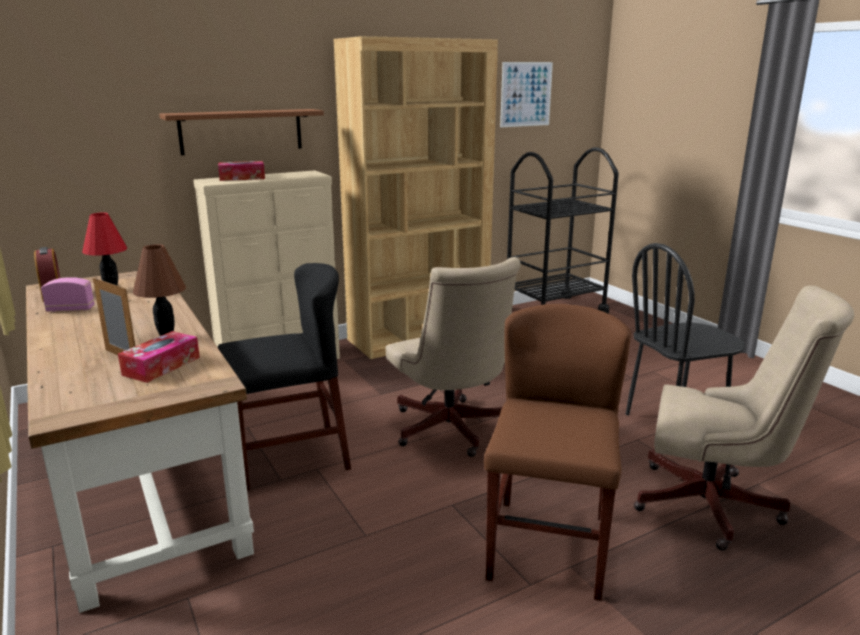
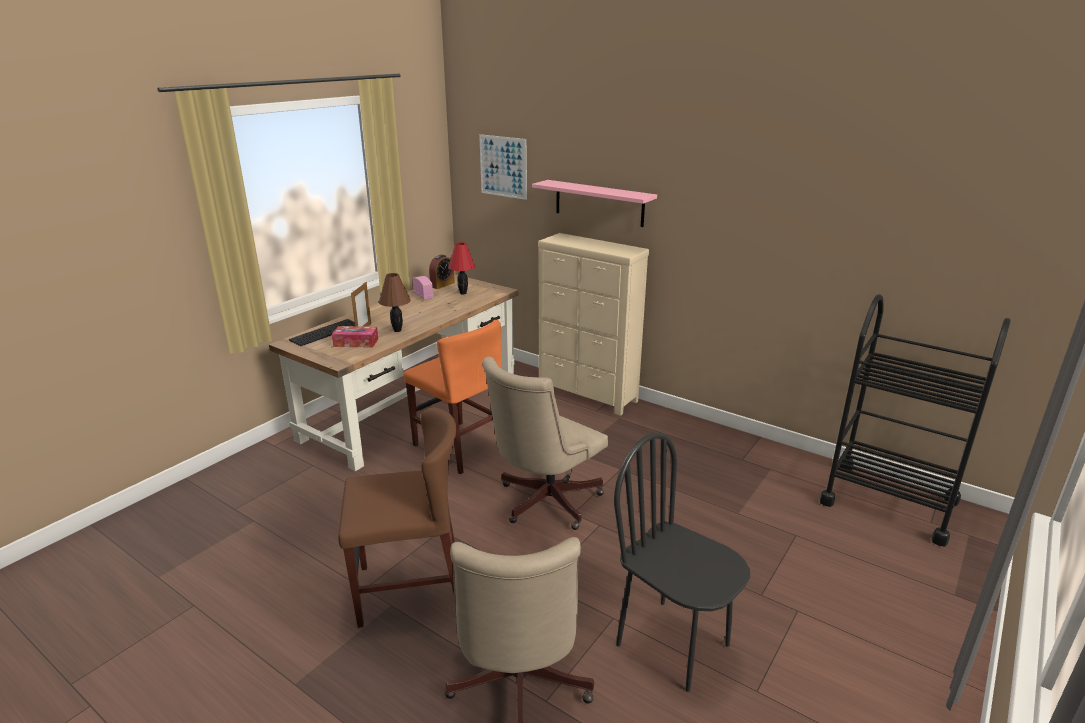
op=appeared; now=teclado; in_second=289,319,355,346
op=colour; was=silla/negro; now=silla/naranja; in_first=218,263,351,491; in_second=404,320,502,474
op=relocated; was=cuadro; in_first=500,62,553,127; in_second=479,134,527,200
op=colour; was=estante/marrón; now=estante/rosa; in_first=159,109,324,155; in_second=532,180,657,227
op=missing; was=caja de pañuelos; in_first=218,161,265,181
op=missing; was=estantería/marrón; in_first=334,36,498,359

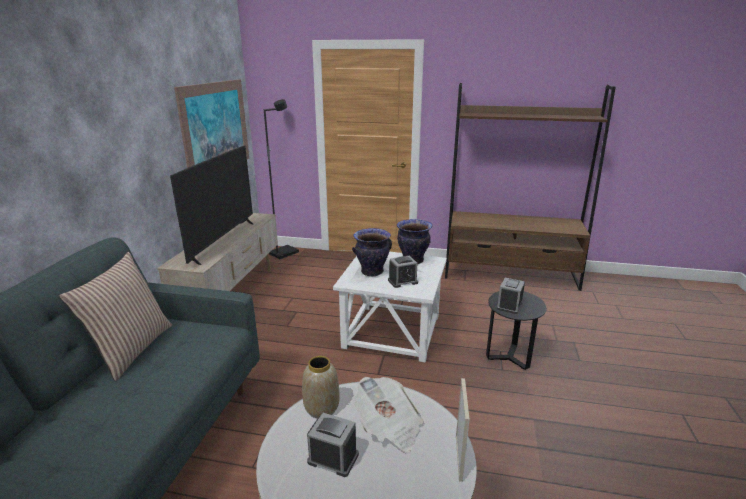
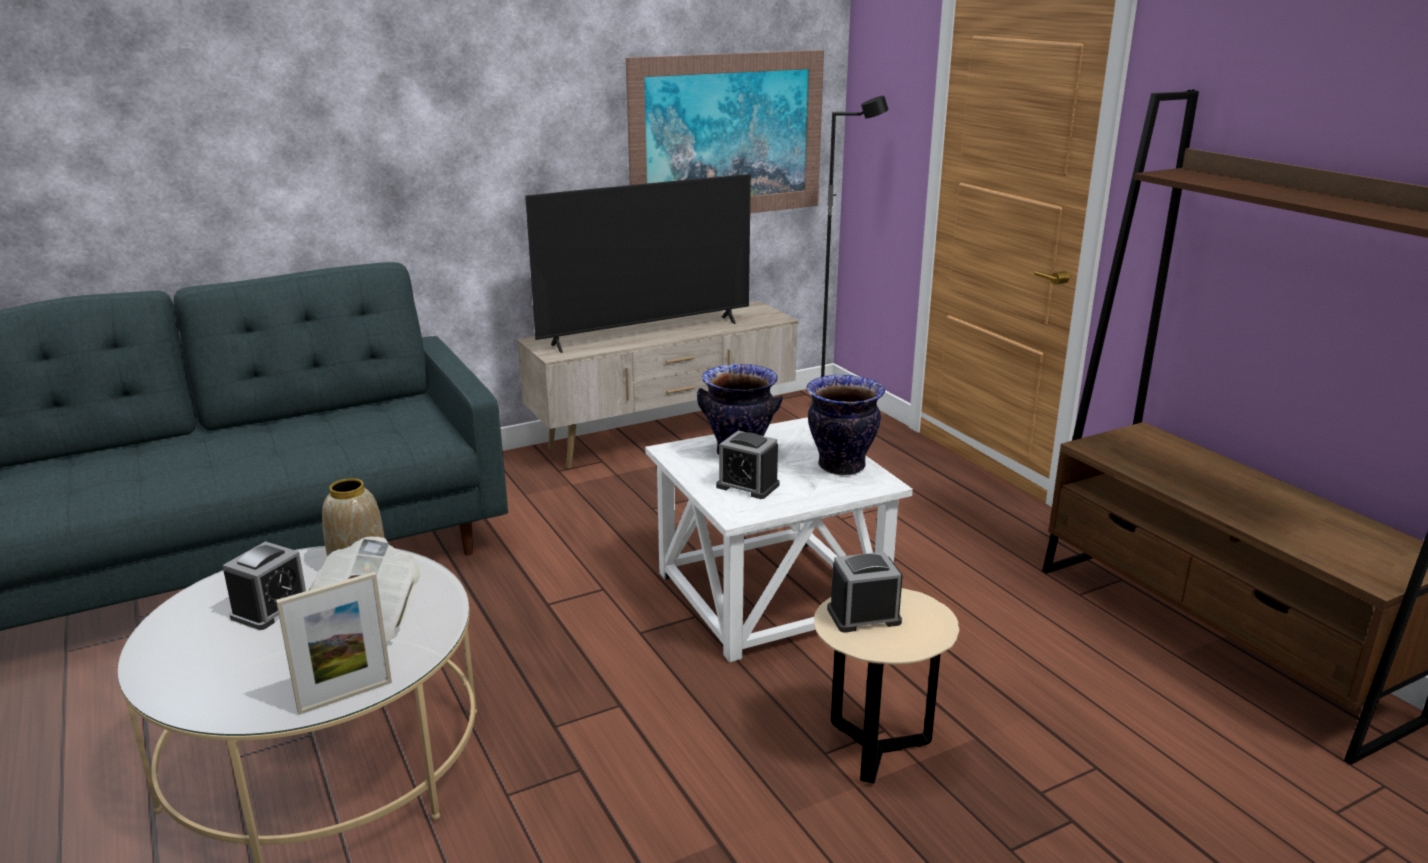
op=spun; was=despertador; in_first=307,413,359,477; in_second=223,541,306,630; clockwise=45
op=colour; was=mesa auxiliar/negro; now=mesa auxiliar/beis; in_first=486,291,547,370; in_second=814,588,959,784
op=missing; was=cojín; in_first=59,252,172,381

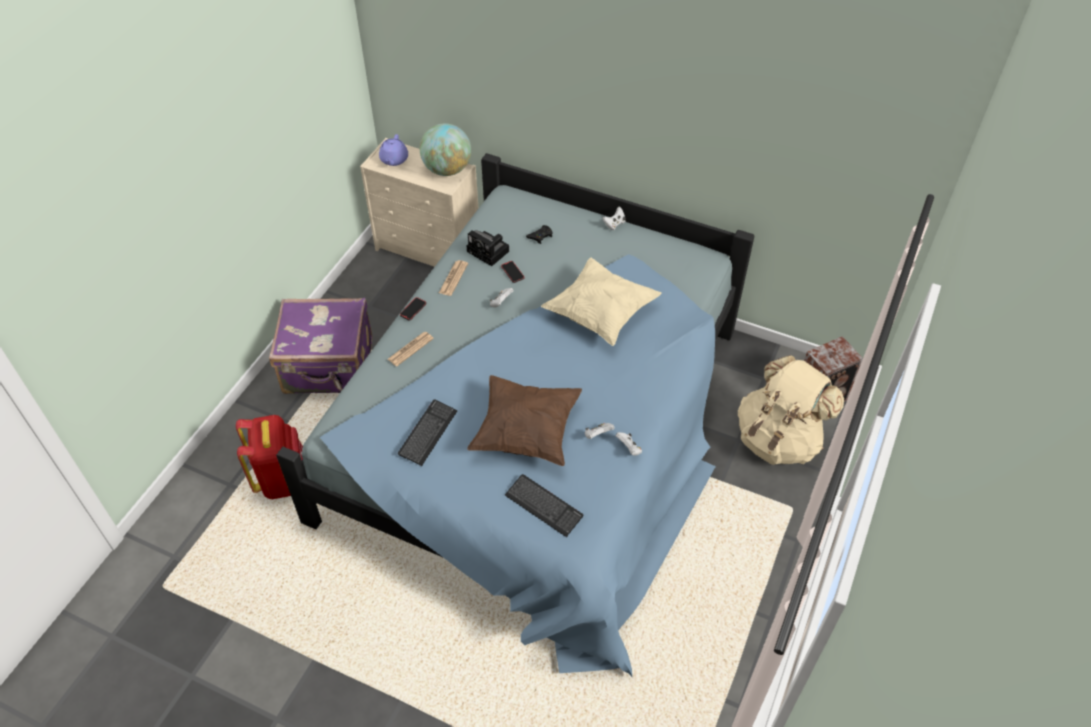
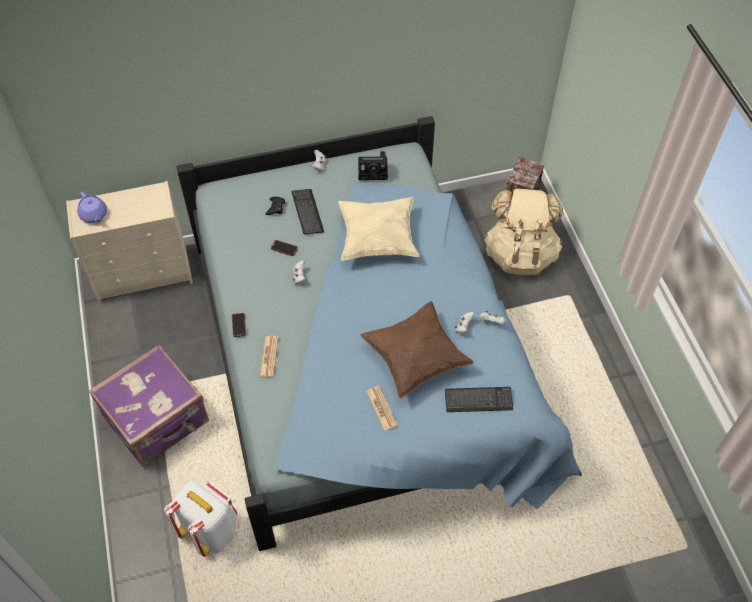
op=colour; was=mochila/rojo; now=mochila/blanco; in_first=236,415,303,499; in_second=164,482,237,557
op=relocated; was=teclado; in_first=398,400,457,466; in_second=292,189,324,235
op=relocated; was=cámara; in_first=467,230,509,266; in_second=358,151,388,180
op=relocated; was=periódico; in_first=439,260,468,296; in_second=366,386,398,431
op=missing; was=globo terráqueo; in_first=420,123,471,176

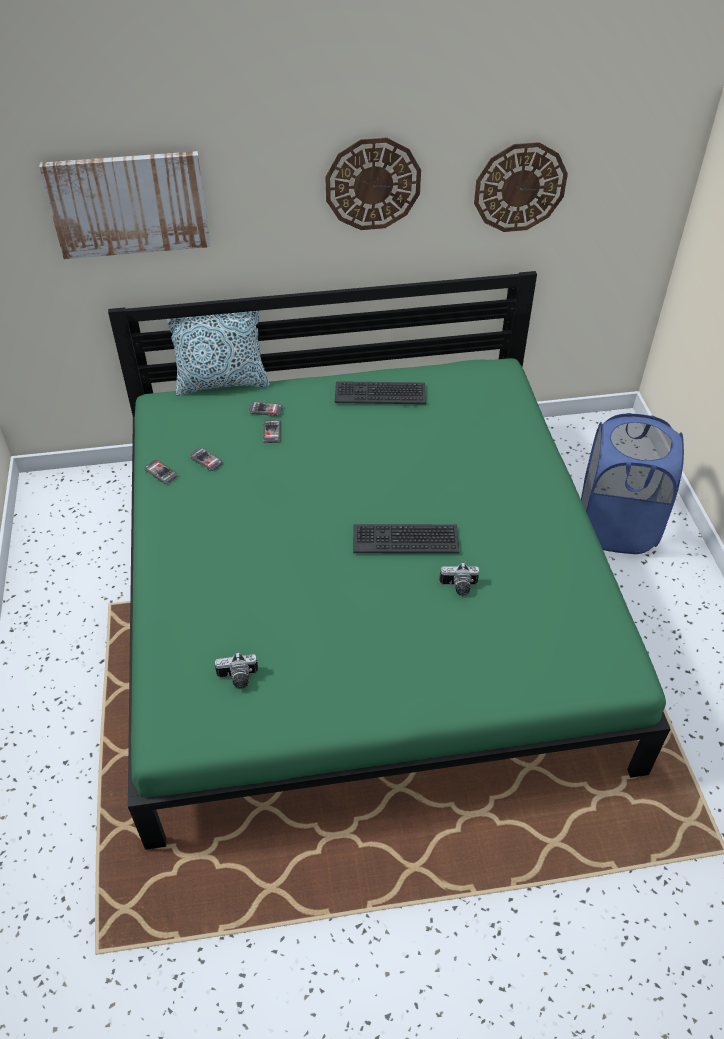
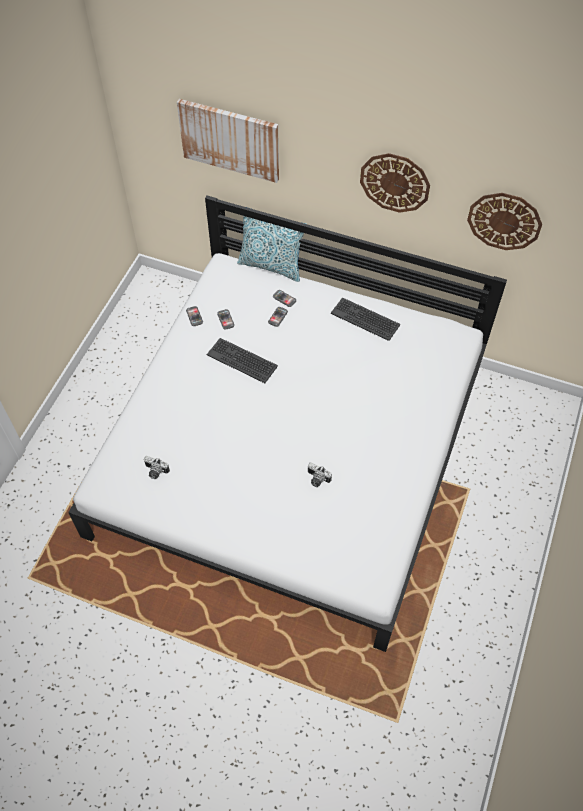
op=colour; was=cama/verde; now=cama/blanco; in_first=108,271,670,850; in_second=68,196,507,652
op=relocated; was=teclado; in_first=353,524,460,553; in_second=207,338,278,383
op=missing; was=cesto de la ropa/azul; in_first=581,413,684,554

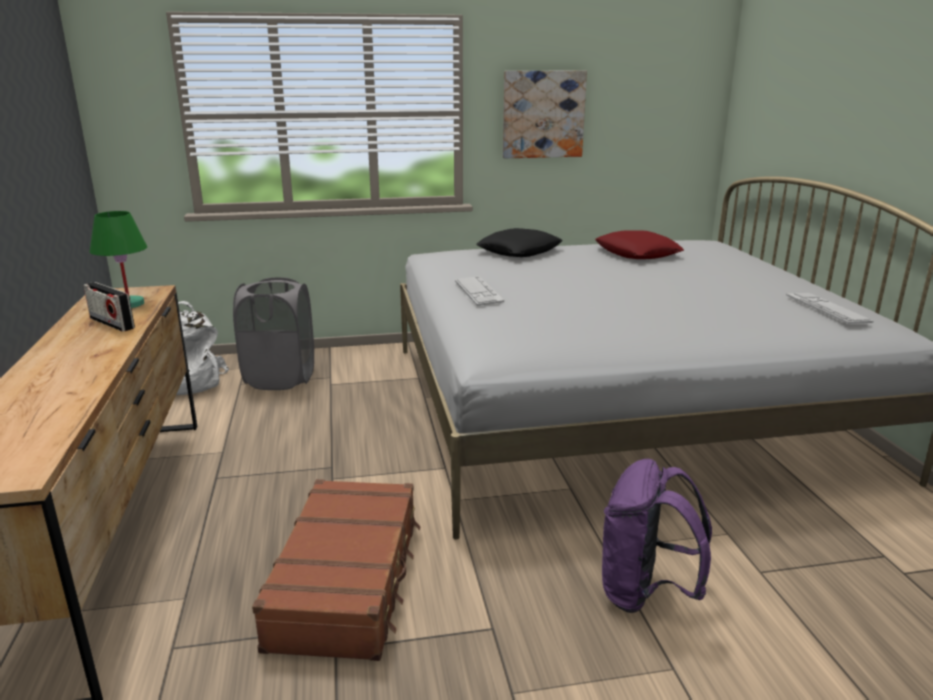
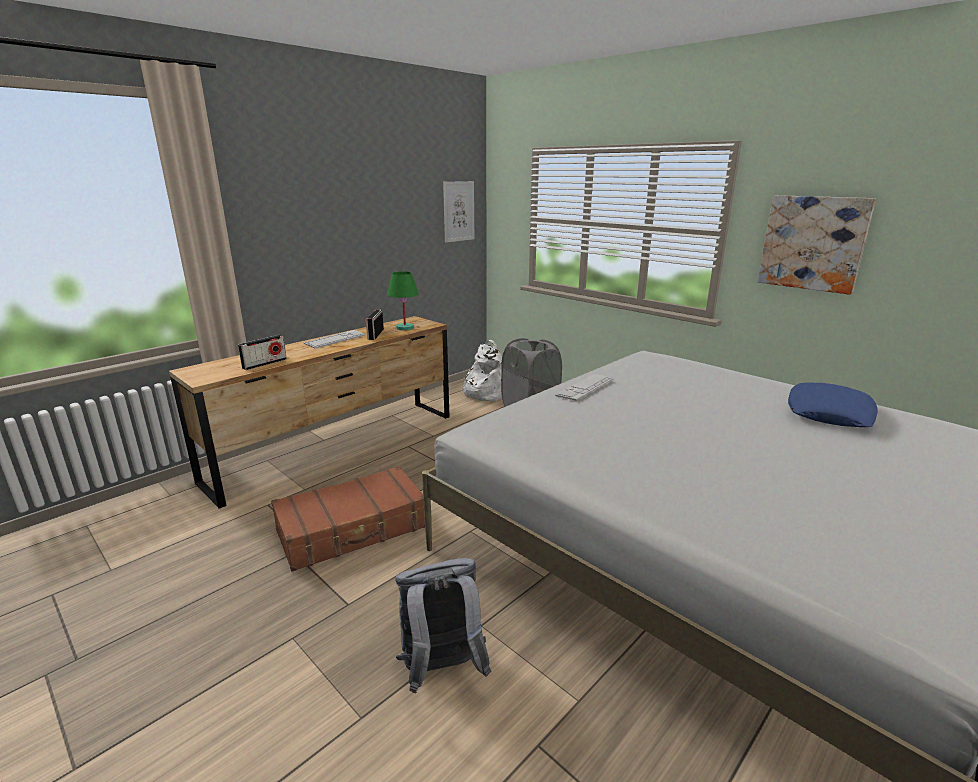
op=appeared; now=radio; in_second=238,335,287,370
op=relocated; was=teclado; in_first=786,293,874,324; in_second=303,330,365,349
op=colour; was=mochila/morado; now=mochila/gris; in_first=602,459,712,613; in_second=395,558,492,693
op=appeared; now=cuadro; in_second=443,181,474,243
op=colour; was=cojín/rojo; now=cojín/azul; in_first=595,231,684,259; in_second=788,382,878,427
op=missing; was=cojín/negro; in_first=476,228,562,257

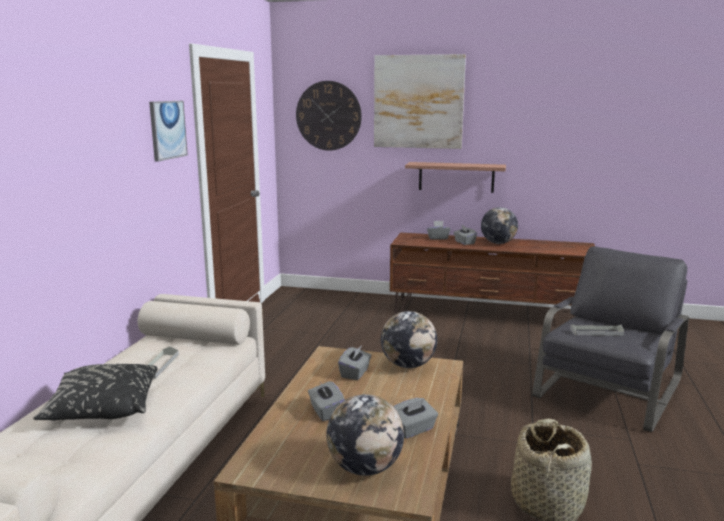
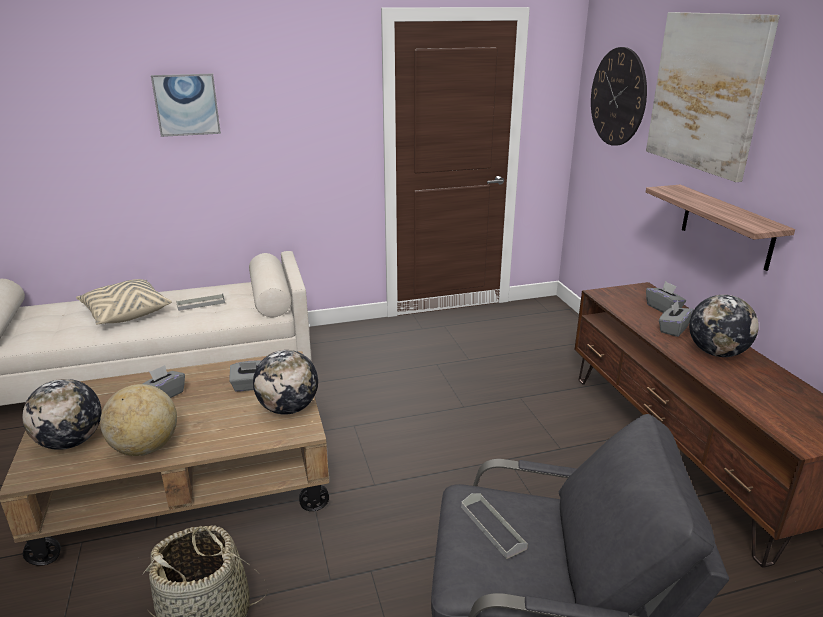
op=colour; was=cojín/negro; now=cojín/beis; in_first=33,364,158,421; in_second=76,279,172,324
op=exchanged; was=caja de pañuelos/gris; now=globo terráqueo; in_first=393,398,438,439; in_second=100,384,177,456
op=relocated; was=cuadro; in_first=149,101,188,162; in_second=151,73,221,137

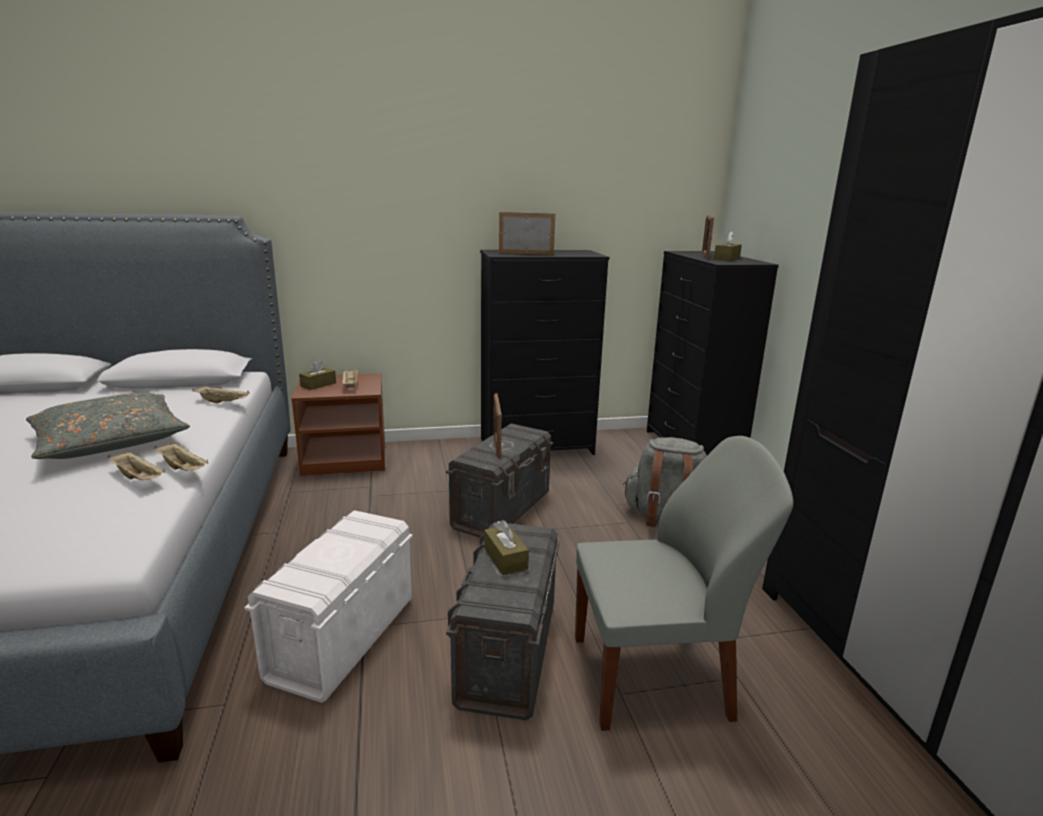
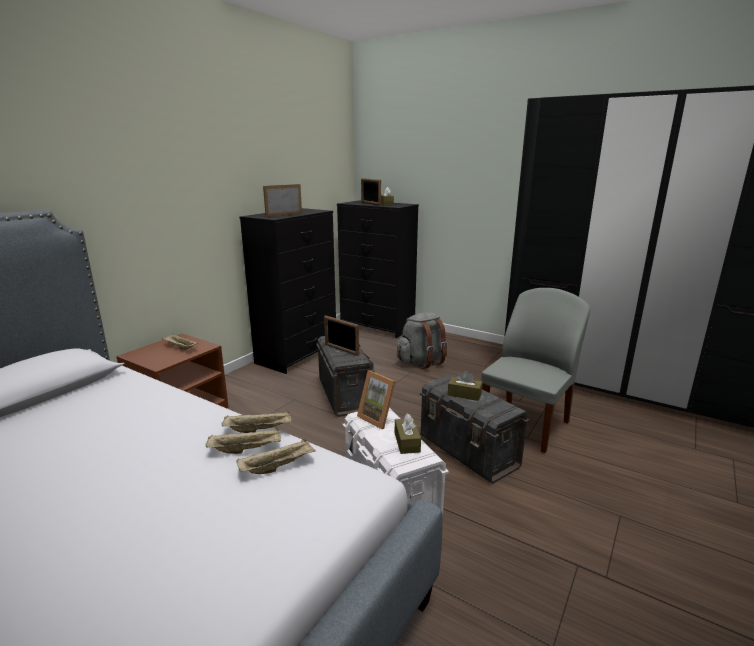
op=relocated; was=bandeja/beis; in_first=193,386,250,403; in_second=236,438,316,474
op=appeared; now=portarretratos; in_second=357,370,396,429
op=relocated; was=caja de pañuelos/marrón; in_first=299,359,336,390; in_second=395,413,421,454
op=missing; was=cojín/gris; in_first=26,392,190,459

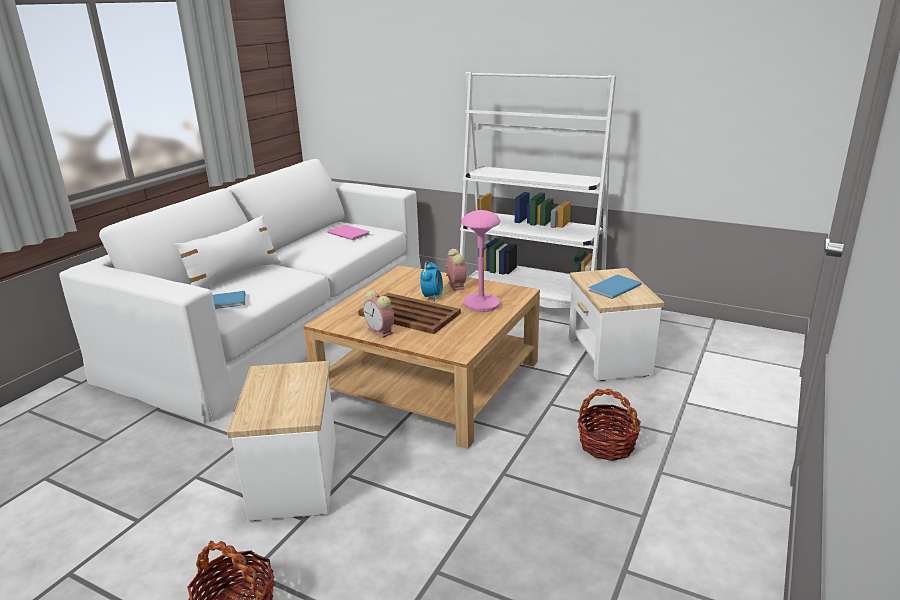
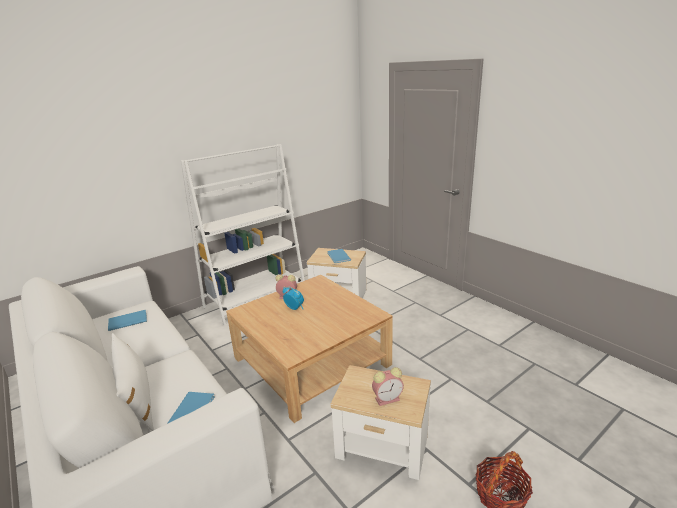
op=colour; was=libro/rosa; now=libro/azul; in_first=327,225,370,240; in_second=108,310,147,331
op=relocated; was=despertador; in_first=363,290,394,338; in_second=372,367,404,406
op=missing; was=bandeja/marrón; in_first=358,293,461,334
op=missing; was=lámpara de mesa/rosa; in_first=461,210,500,312
op=missing; was=cesta; in_first=577,389,641,461

